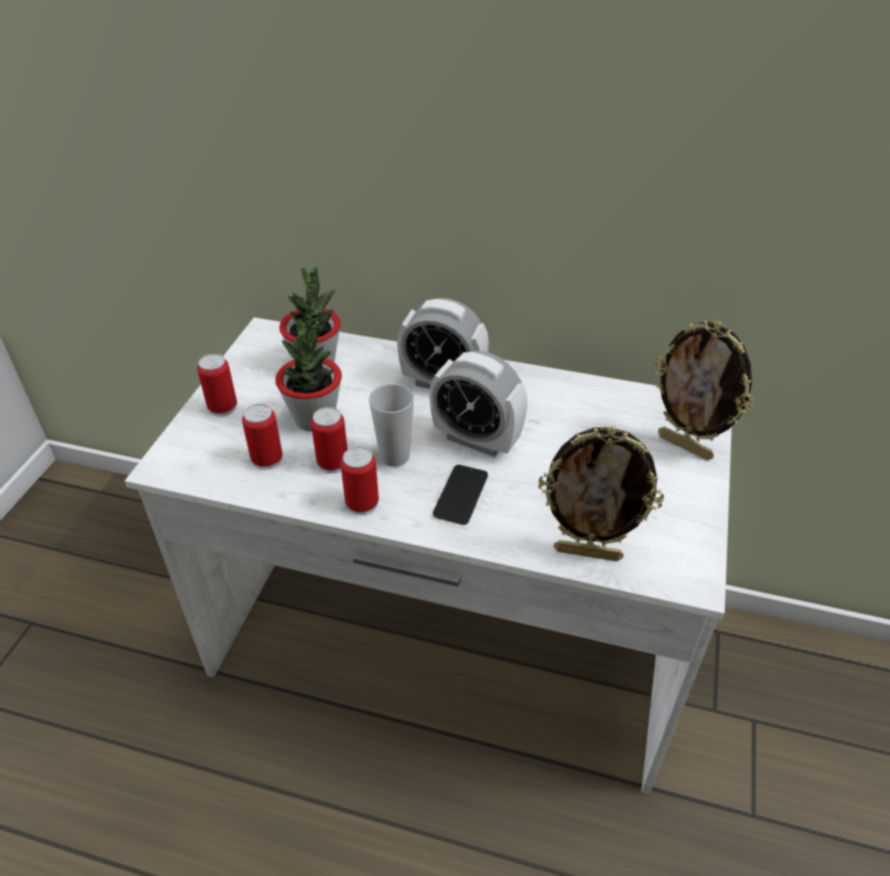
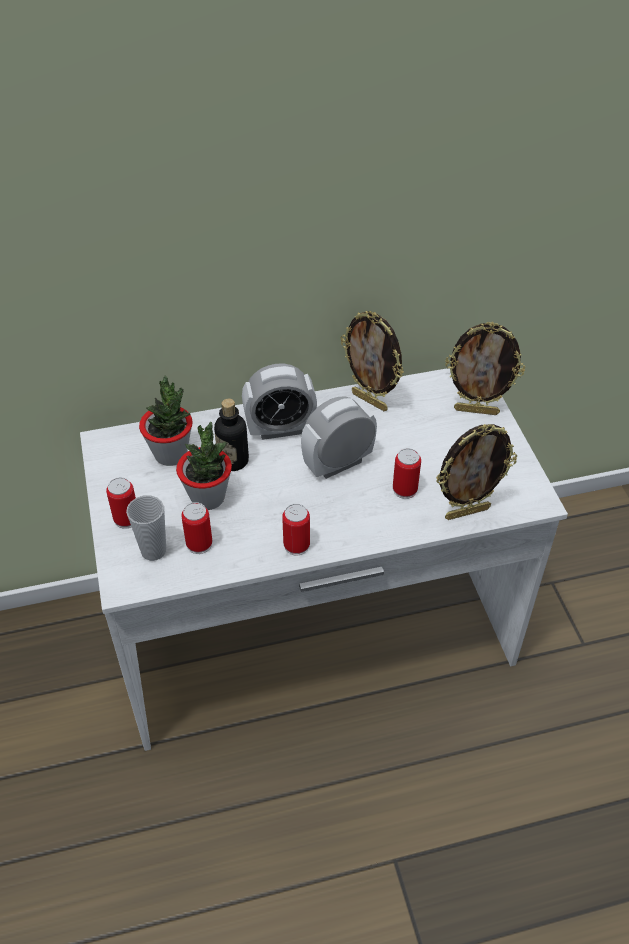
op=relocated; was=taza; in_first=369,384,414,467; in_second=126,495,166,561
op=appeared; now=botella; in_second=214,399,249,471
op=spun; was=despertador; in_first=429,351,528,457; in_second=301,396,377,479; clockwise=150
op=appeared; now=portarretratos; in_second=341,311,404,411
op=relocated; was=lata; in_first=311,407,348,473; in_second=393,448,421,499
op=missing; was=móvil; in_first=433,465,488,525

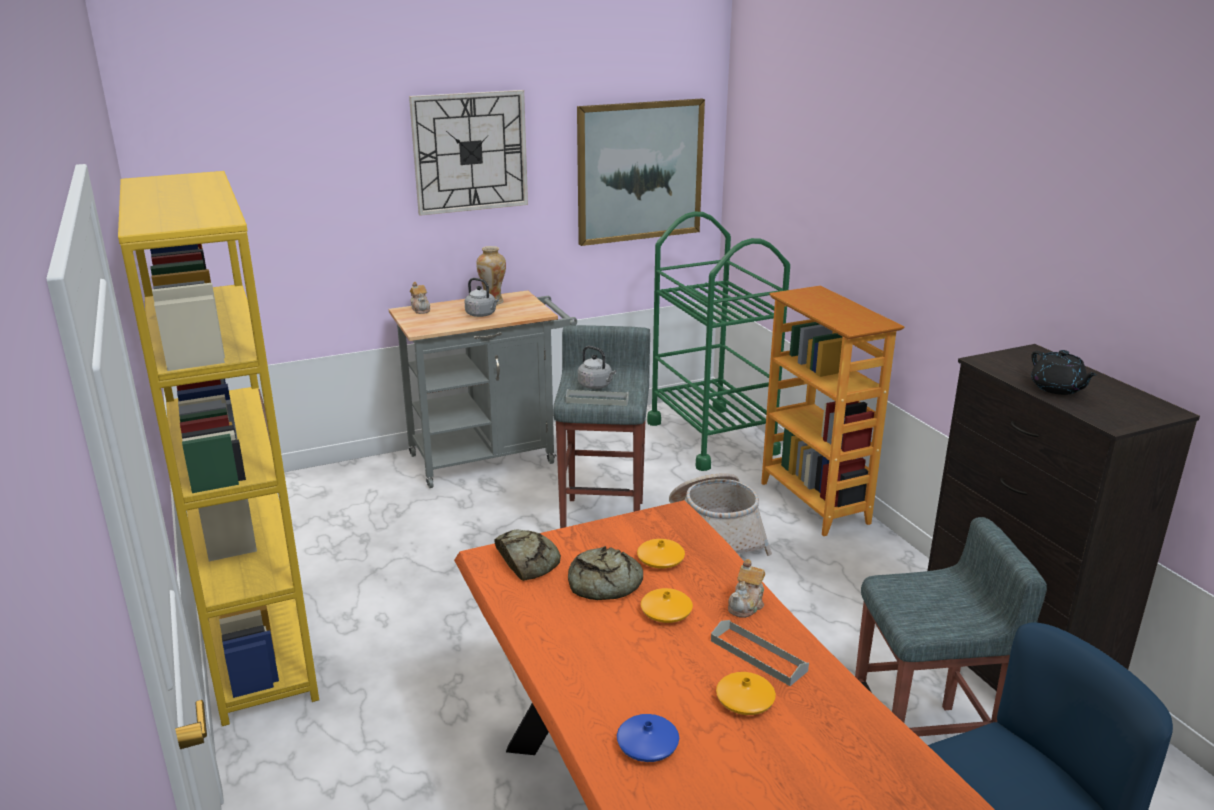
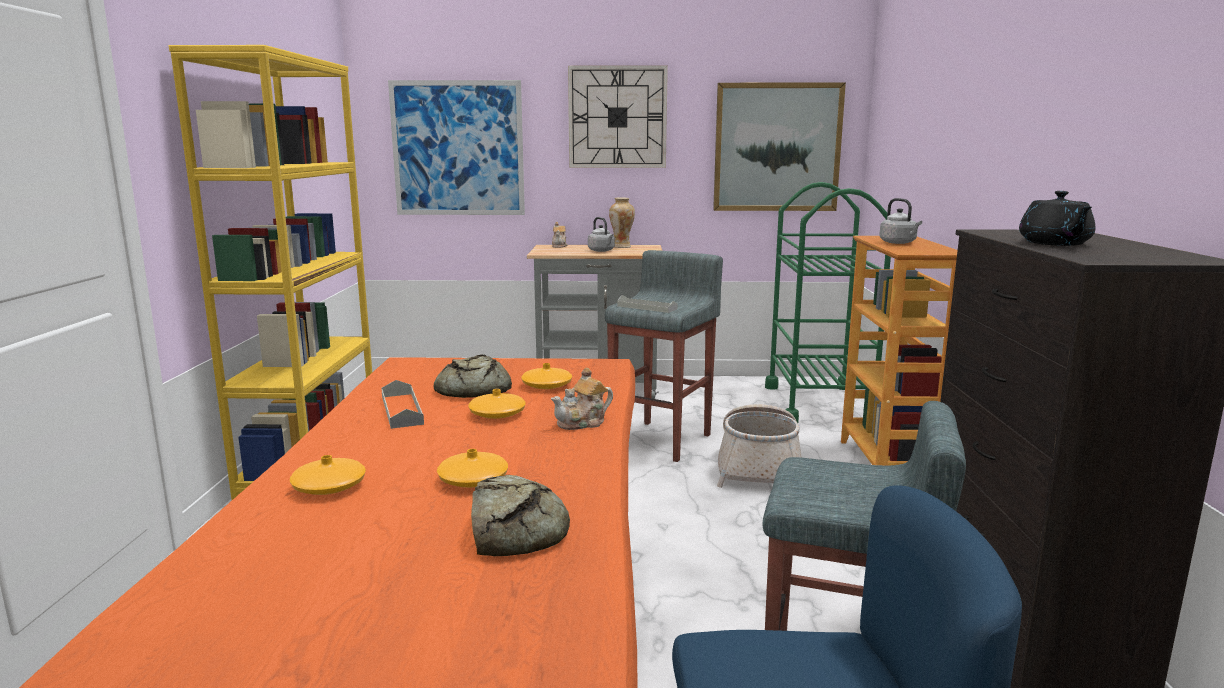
op=colour; was=florero/azul; now=florero/naranja; in_first=617,714,679,762; in_second=290,455,366,495
op=relocated; was=bandeja/gris; in_first=711,620,809,686; in_second=381,380,424,429
op=appeared; now=cuadro; in_second=388,80,525,215
op=relocated; was=pan; in_first=495,530,561,581; in_second=471,475,570,556
op=relocated; was=hervidor/gris; in_first=578,346,616,389; in_second=879,198,922,244

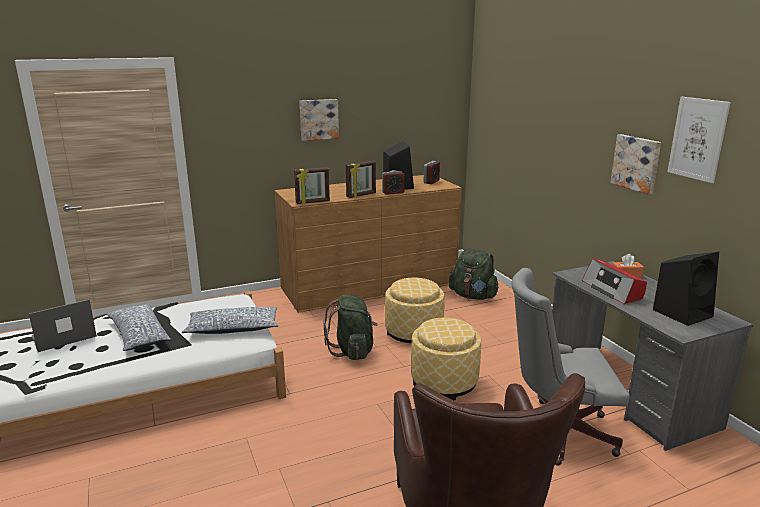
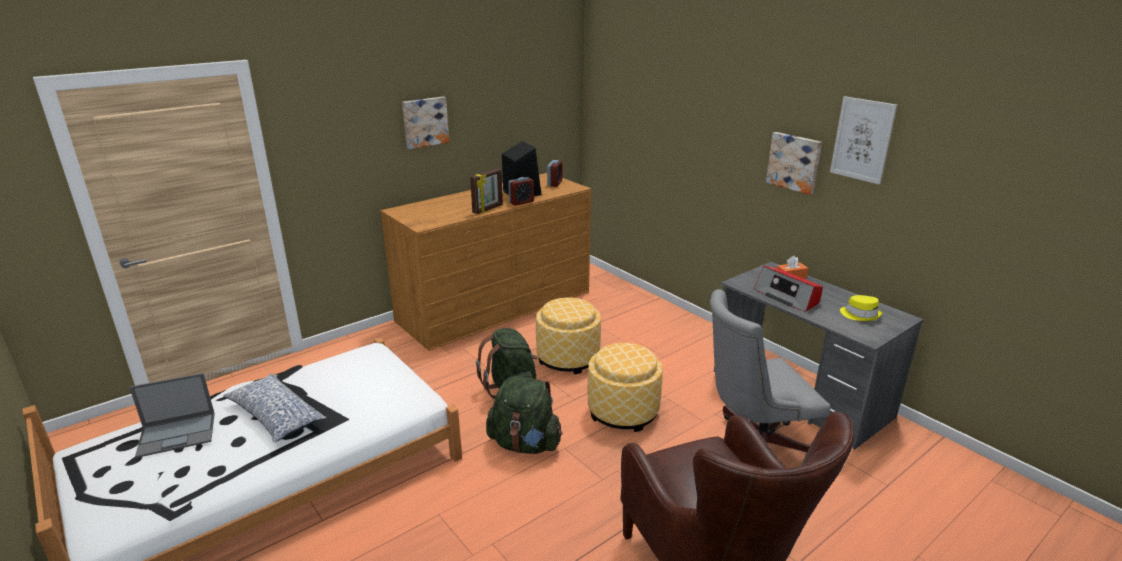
op=spun; was=portátil; in_first=29,299,97,352; in_second=129,373,215,458; clockwise=-150
op=relocated; was=mochila/verde; in_first=449,249,499,300; in_second=486,376,563,454
op=exchanged; was=altavoz/negro; now=sombrero/amarillo; in_first=653,252,719,326; in_second=840,295,882,321
op=missing; was=cojín; in_first=182,307,278,334
op=missing; was=portarretratos; in_first=294,167,330,204

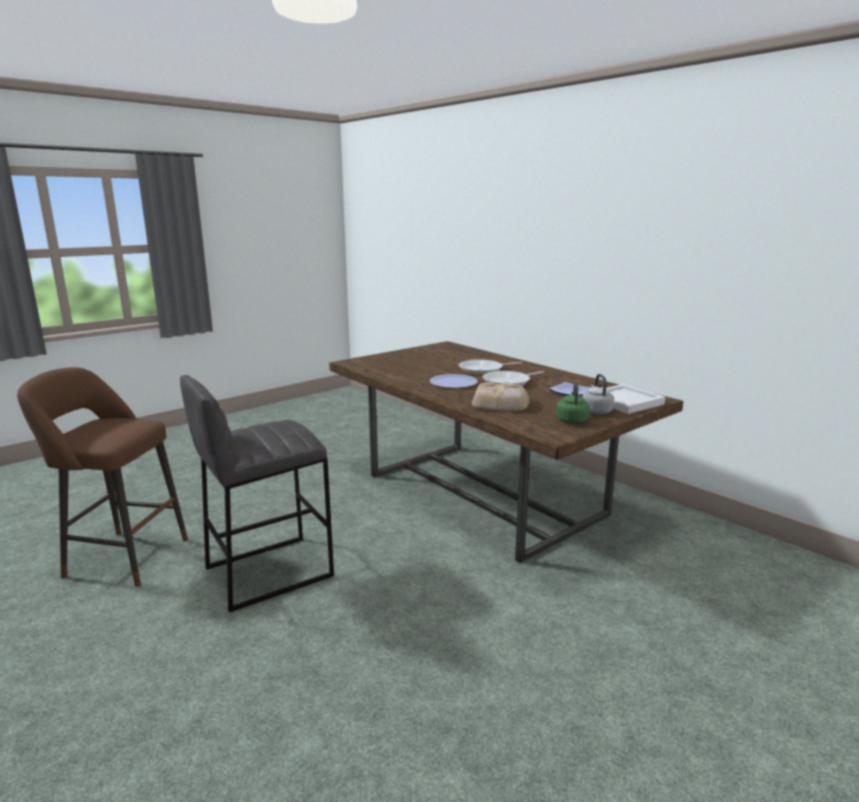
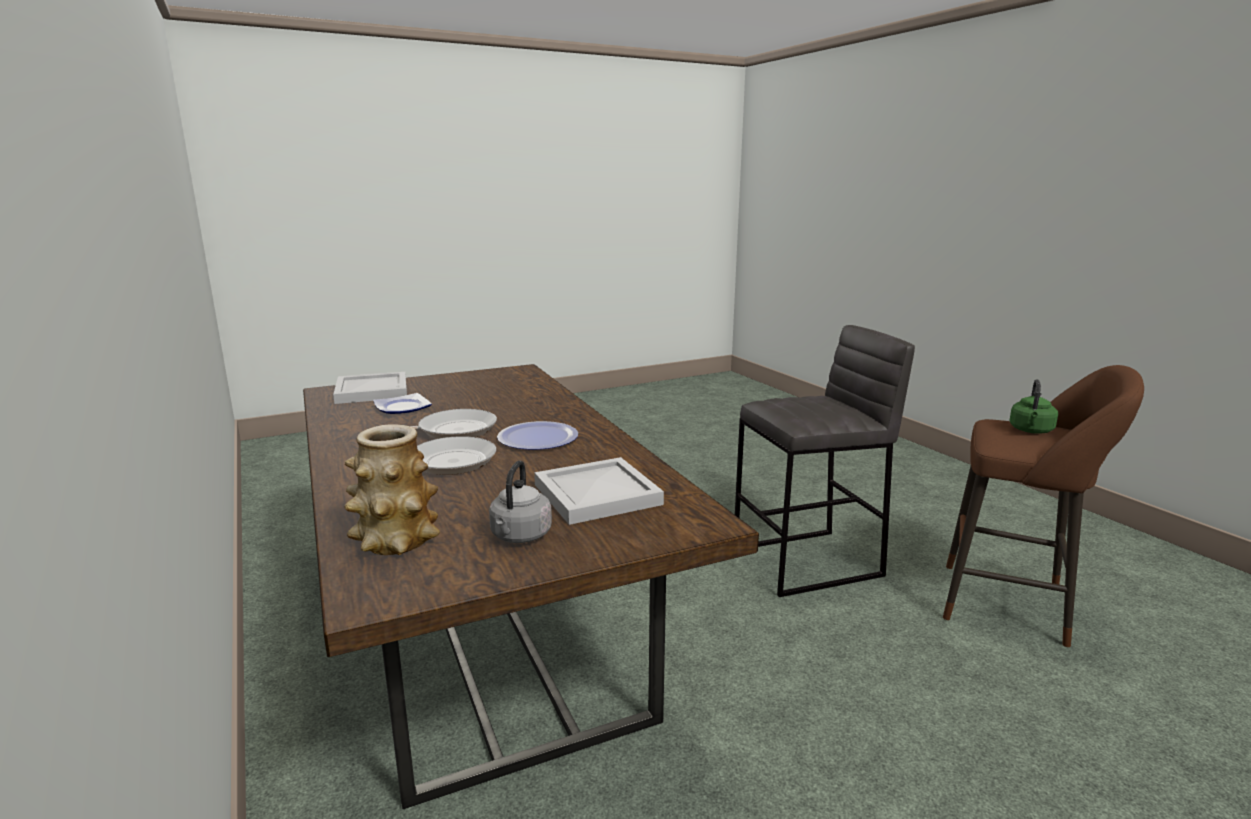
op=appeared; now=florero; in_second=345,424,440,555
op=relocated; was=hervidor/gris; in_first=582,374,614,414; in_second=489,460,552,543
op=appeared; now=bandeja/blanco; in_second=534,457,664,525
op=relocated; was=hervidor/verde; in_first=556,382,590,424; in_second=1009,379,1058,433
op=missing; was=pan; in_first=472,382,529,411

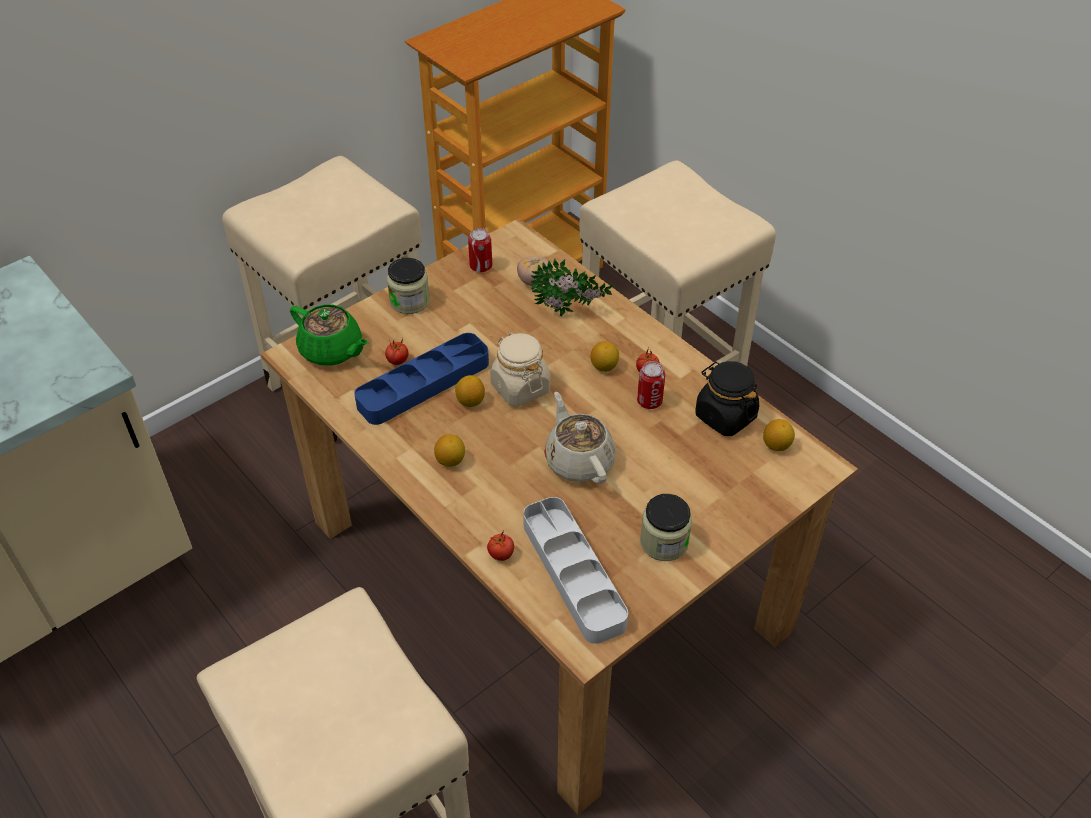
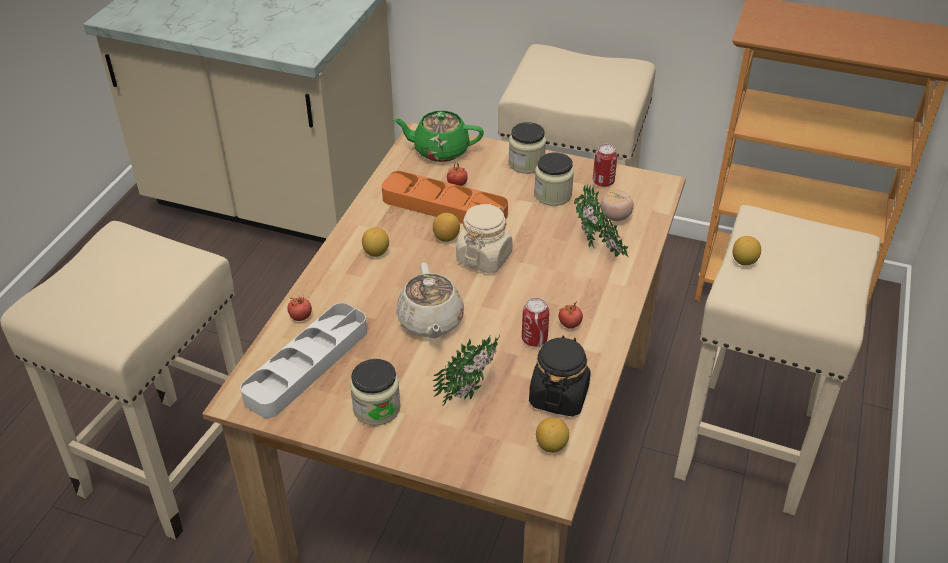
op=colour; was=bandeja/azul; now=bandeja/naranja; in_first=354,333,489,425; in_second=382,171,508,224
op=spun; was=tetera/verde; in_first=290,304,369,366; in_second=393,111,484,162; clockwise=90
op=spun; was=tetera/beis; in_first=544,392,616,484; in_second=396,262,464,338; clockwise=135
op=appeared; now=planta en maceta; in_second=433,335,500,406
op=appeared; now=tarro; in_second=534,152,574,206
op=relocated; was=limón; in_first=591,341,619,372; in_second=733,236,761,266

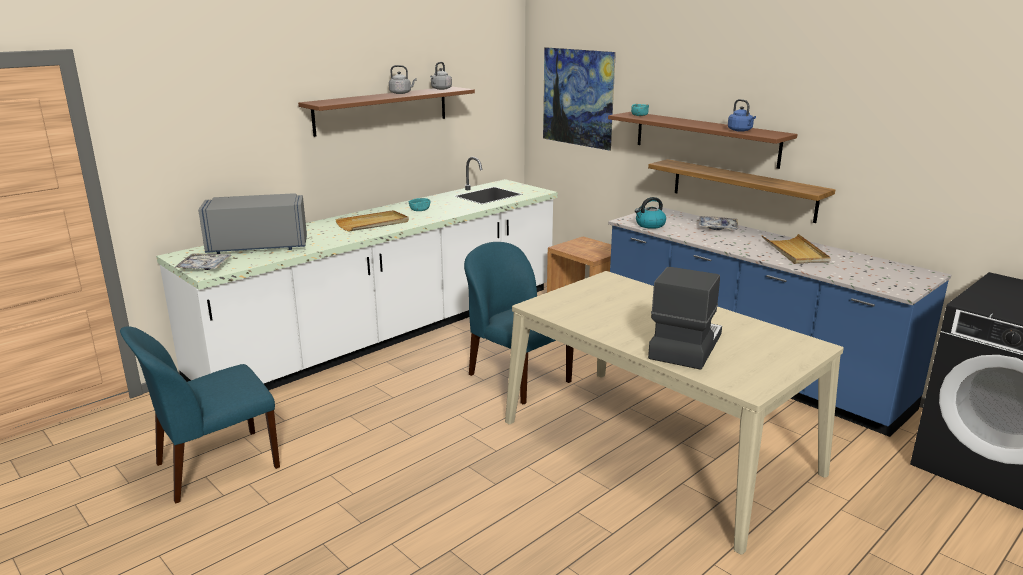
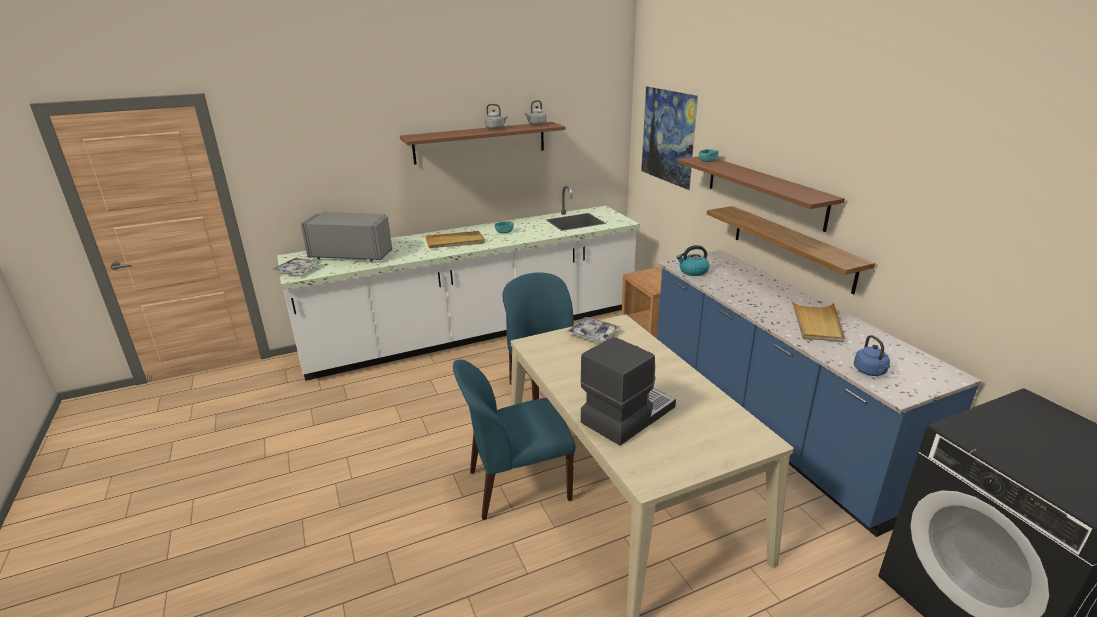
op=relocated; was=silla/azul; in_first=120,327,280,504; in_second=453,360,576,520
op=relocated; was=bandeja; in_first=699,216,738,230; in_second=566,317,620,343
op=relocated; was=hervidor/azul; in_first=728,99,756,132; in_second=854,335,890,376

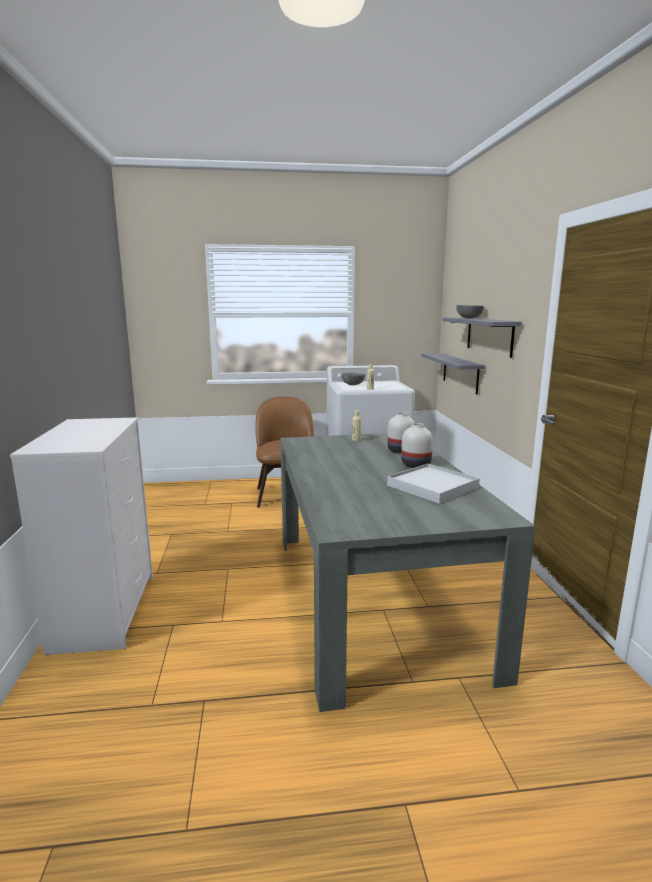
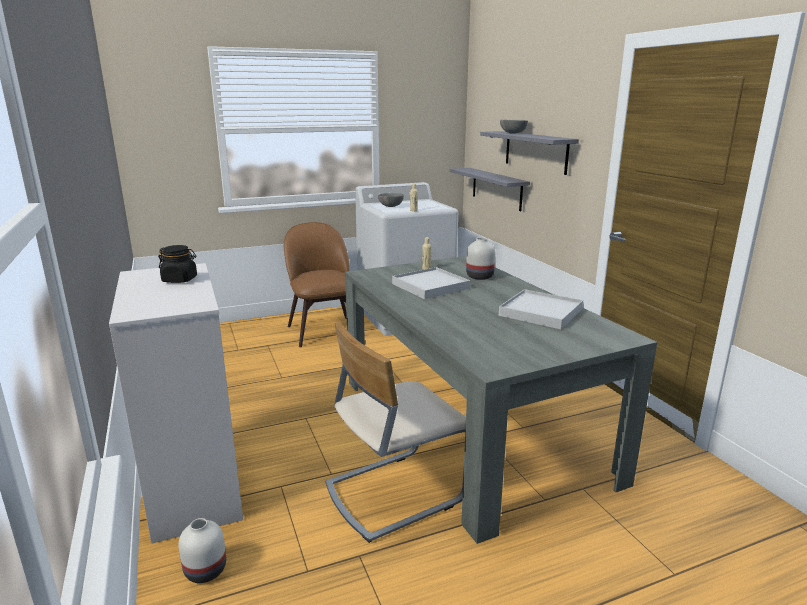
op=appeared; now=tarro/negro; in_second=158,245,197,283
op=relocated; was=florero/blanco; in_first=401,423,433,468; in_second=179,518,226,583
op=appeared; now=silla/beis; in_second=325,322,466,543
op=appeared; now=bandeja/blanco; in_second=392,267,470,299

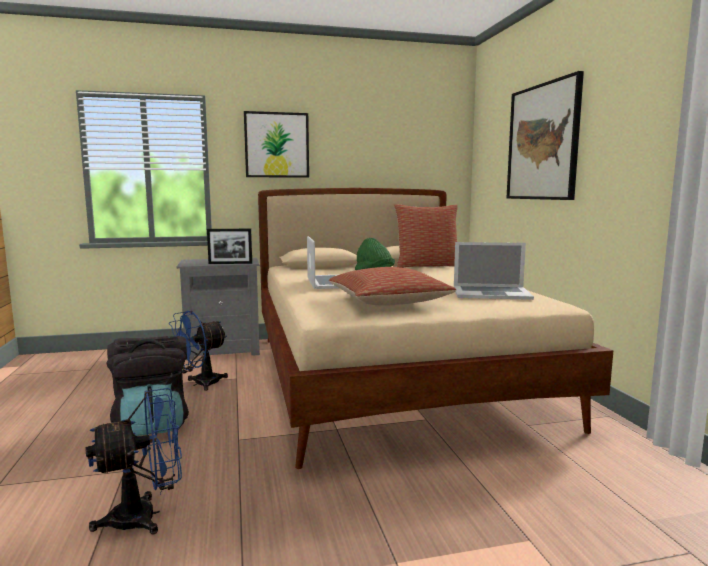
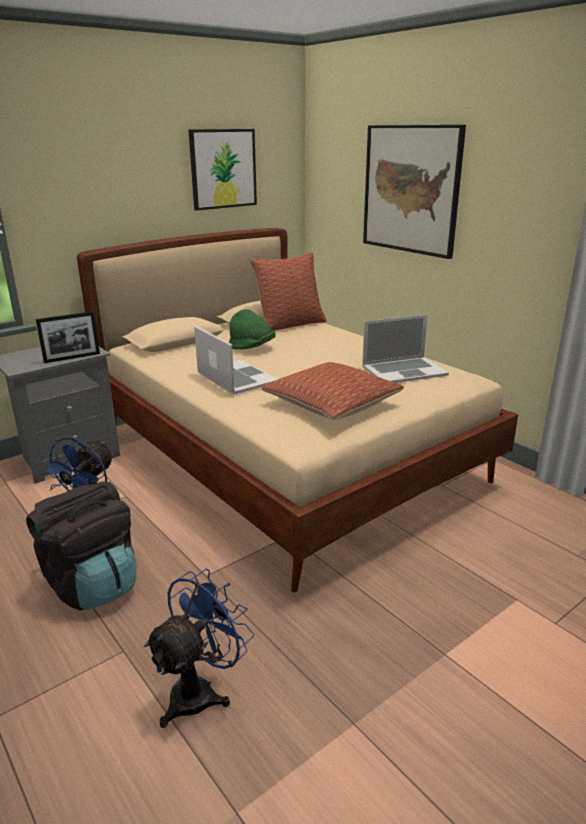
op=relocated; was=cuadro; in_first=244,111,309,178; in_second=189,129,257,211

